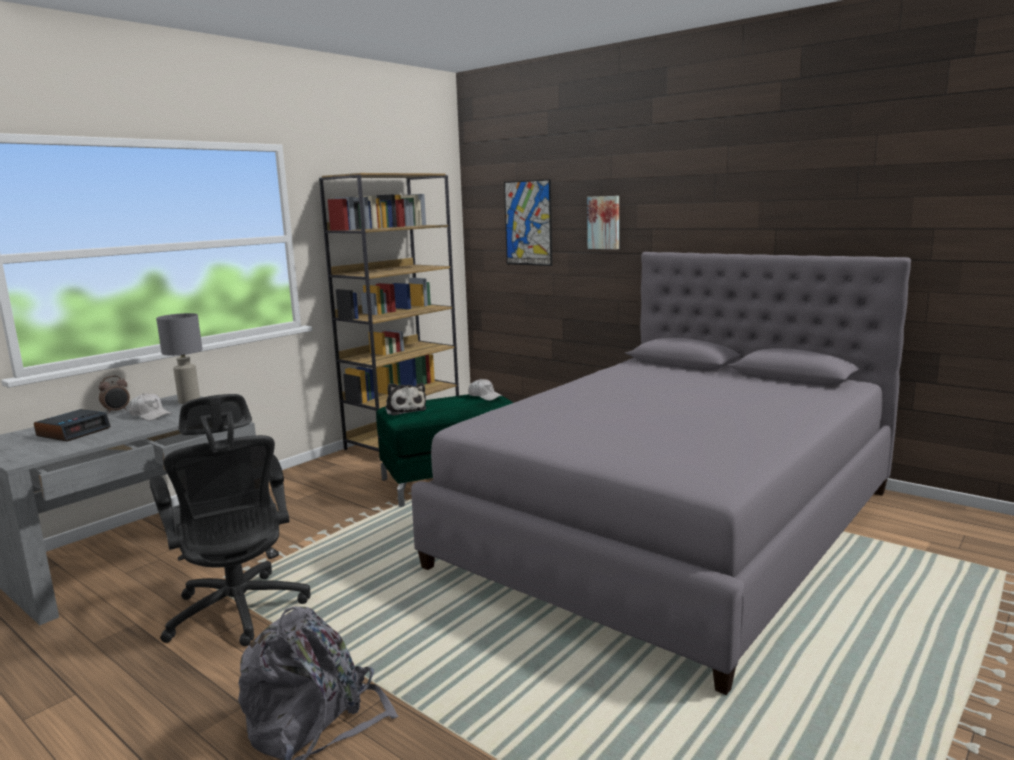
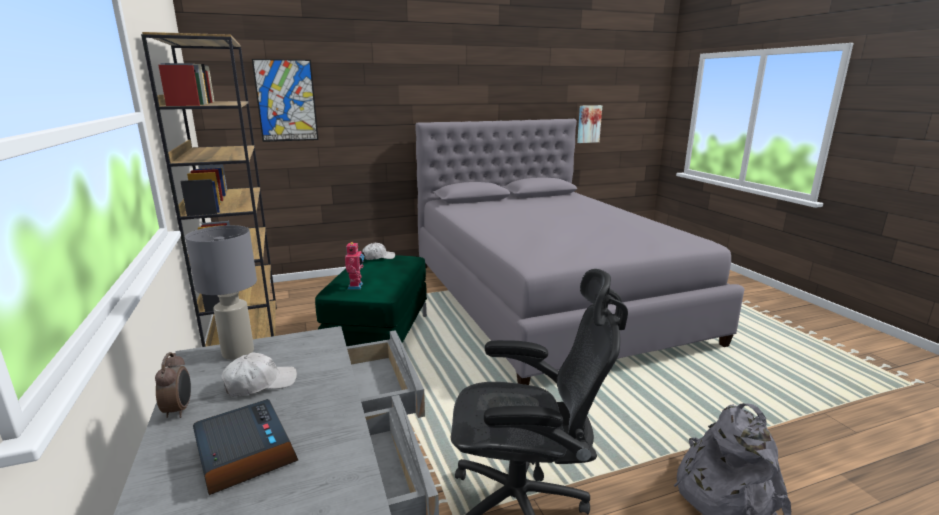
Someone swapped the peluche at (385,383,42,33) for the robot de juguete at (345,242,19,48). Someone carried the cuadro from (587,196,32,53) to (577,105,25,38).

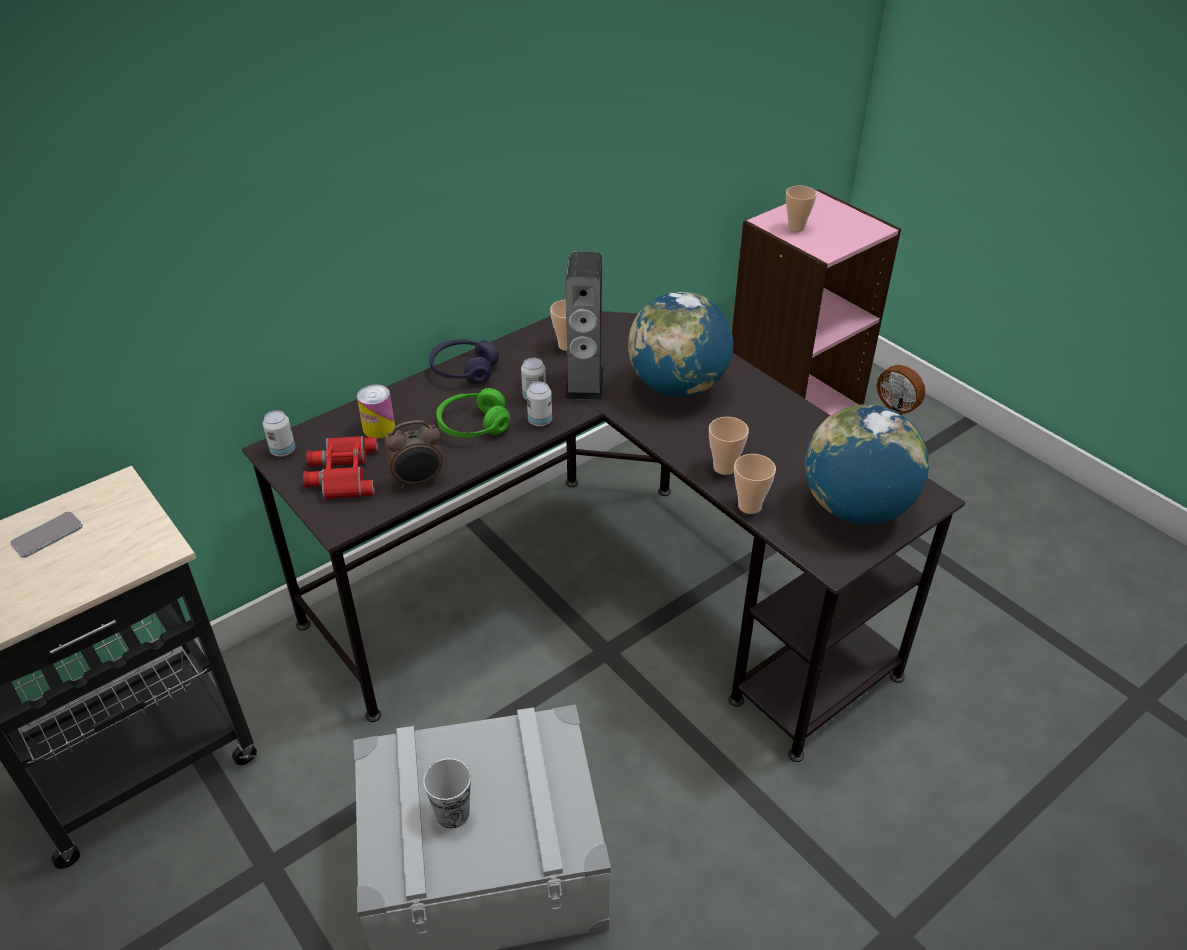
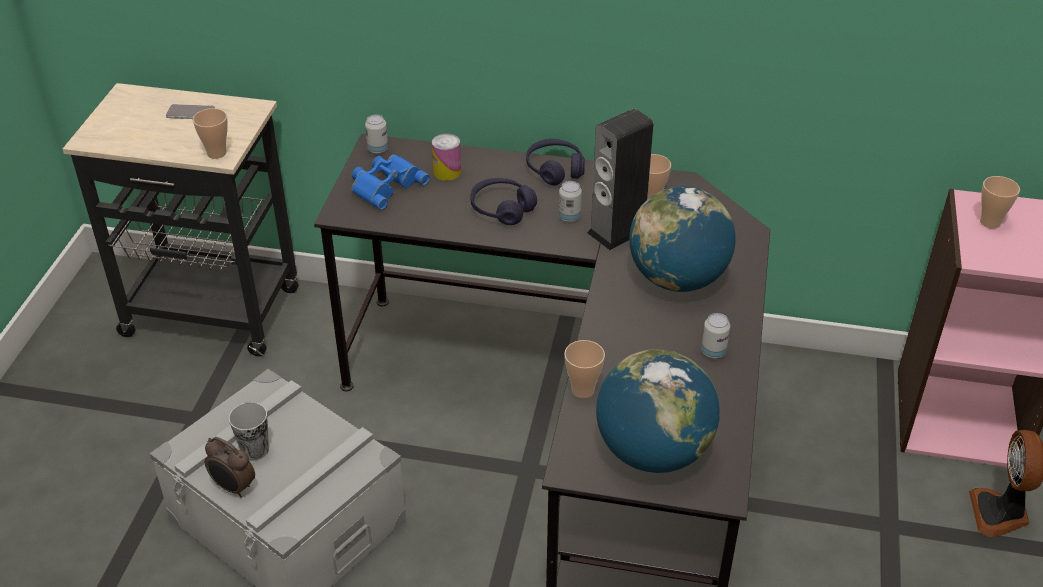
Someone carried the taza from (709,417,40,58) to (193,108,35,51). Someone carried the despertador from (385,420,58,69) to (205,437,50,61). Someone repainted the prismáticos/rojo at (303,436,75,63), which became the prismáticos/azul at (351,154,79,56). Someone repainted the auriculares/verde at (436,388,74,50), which became the auriculares/morado at (470,178,67,47). Someone carried the lata from (527,381,25,46) to (701,313,29,45).

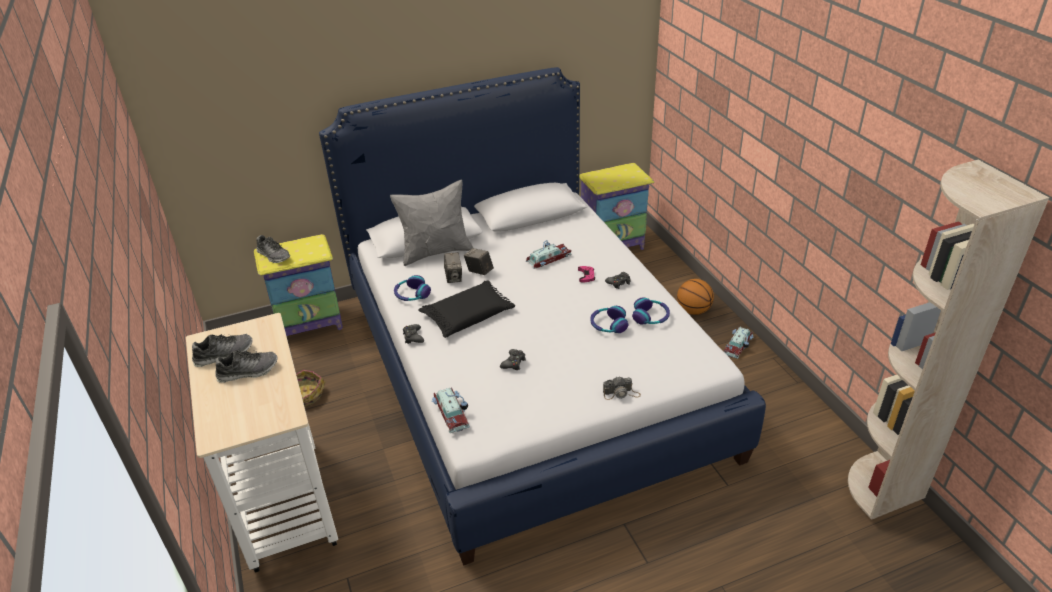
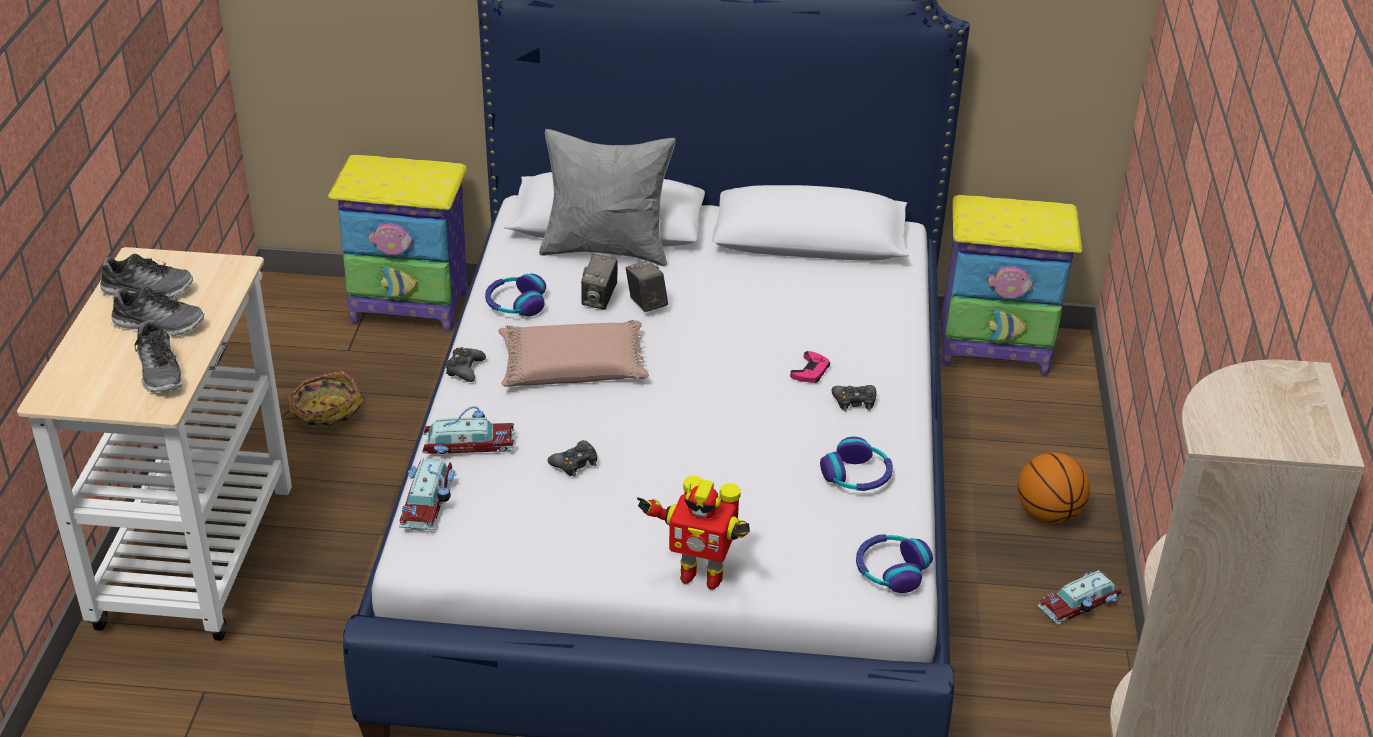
Someone carried the zapato from (256,235,34,28) to (135,320,48,73). Someone carried the coche de juguete from (526,240,46,29) to (422,406,94,48). Someone repainted the cojín/negro at (418,280,97,58), which became the cojín/beis at (498,320,151,67). Someone swapped the cámara at (603,377,38,23) for the robot de juguete at (637,476,113,113). Someone carried the auriculares from (590,306,39,27) to (856,534,77,59).

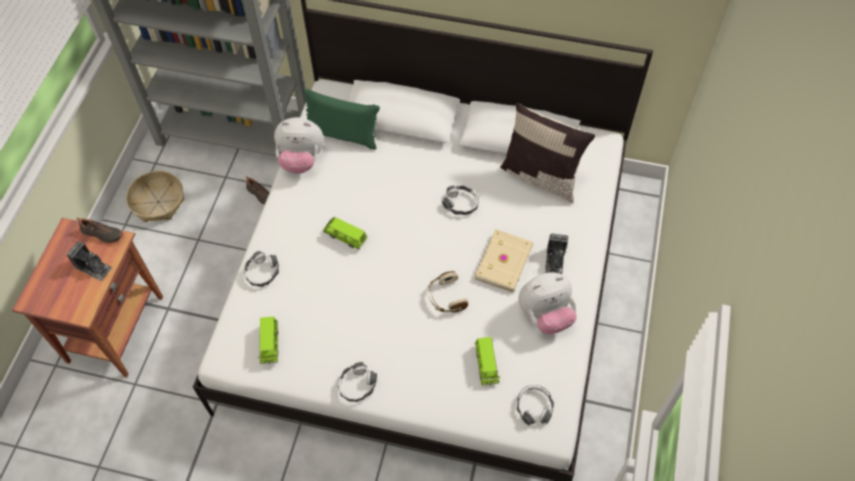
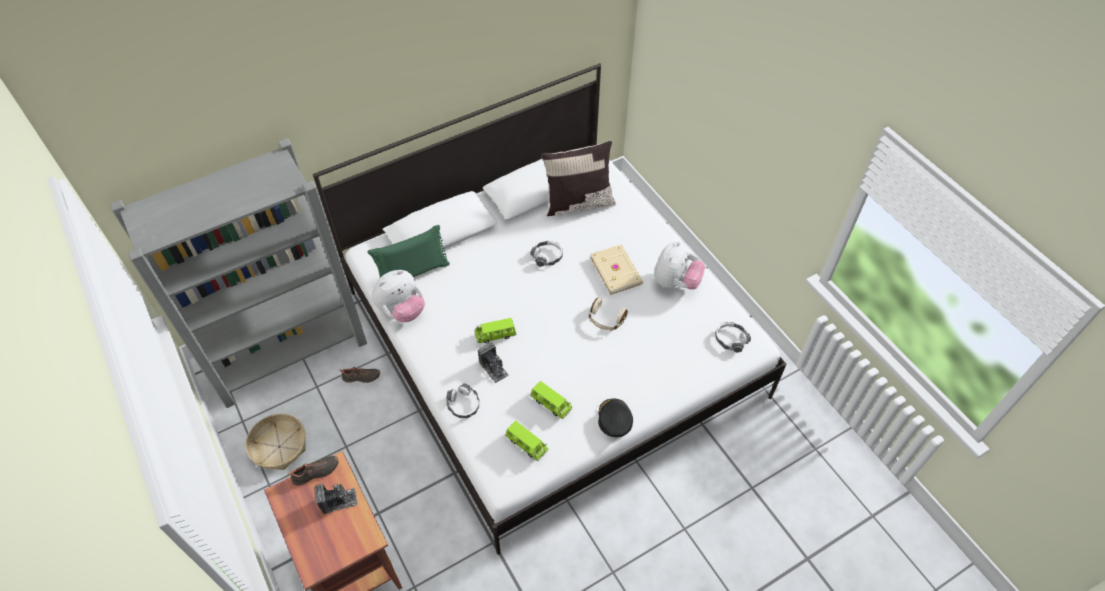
Someone carried the cámara from (545,233,23,41) to (478,342,31,41). Someone carried the coche de juguete/verde from (475,337,25,48) to (530,381,43,38). Someone swapped the auriculares at (338,362,39,40) for the gorra/negro at (598,398,35,39).

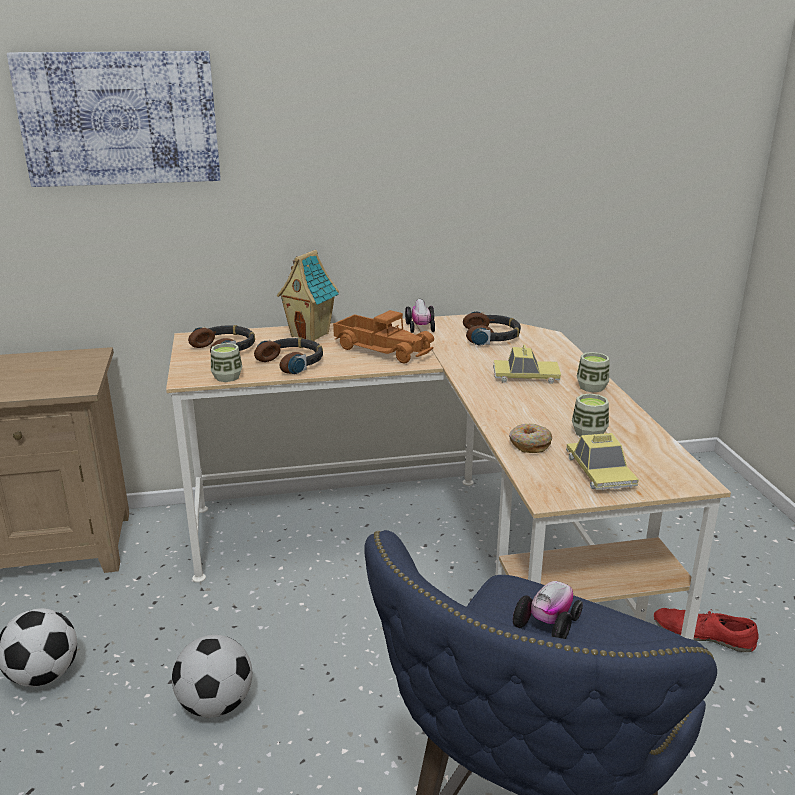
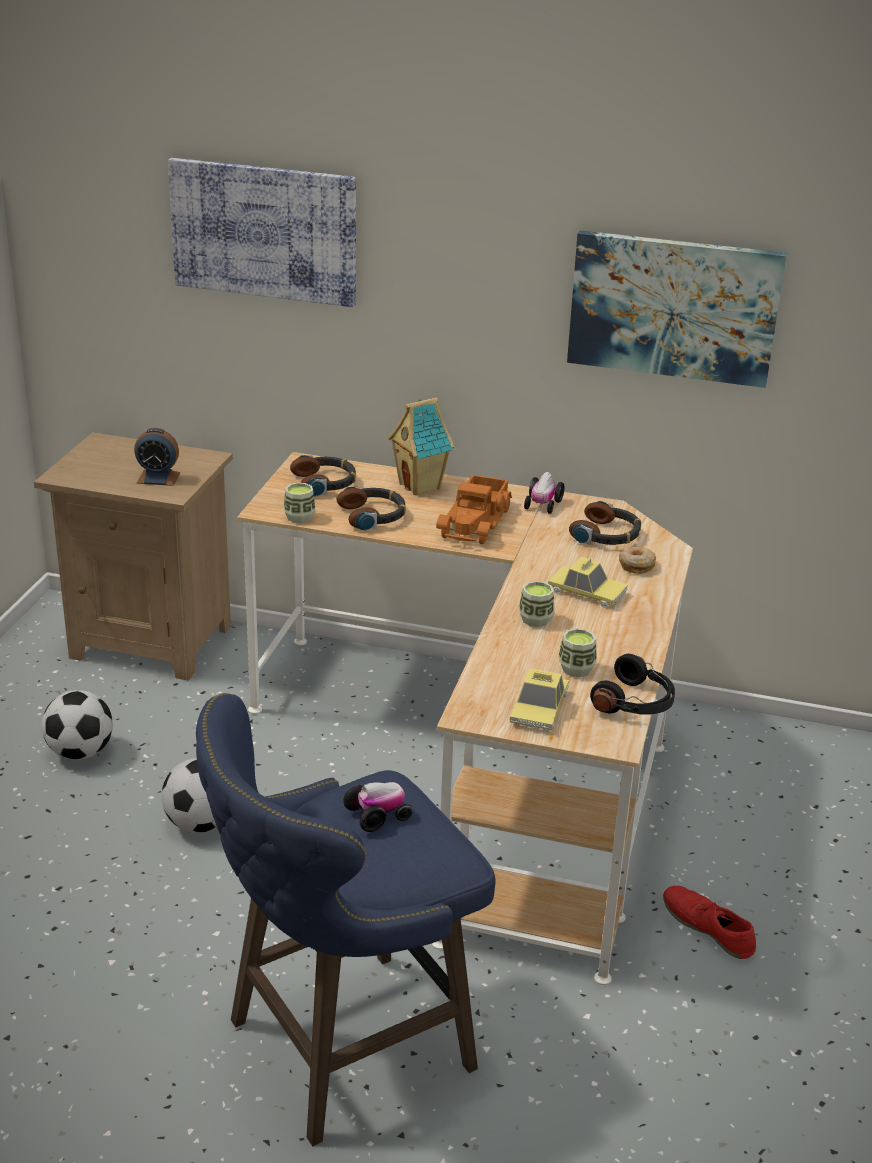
Someone put down the despertador at (134,428,46,58). Someone rotated the camión de juguete at (333,310,101,54) by 45 degrees clockwise. Someone carried the taza from (577,352,32,41) to (519,581,35,46). Someone put up the cuadro at (567,230,220,158). Someone put down the auriculares/negro at (590,654,85,61). Someone carried the rosquilla from (509,424,43,29) to (619,547,37,27).

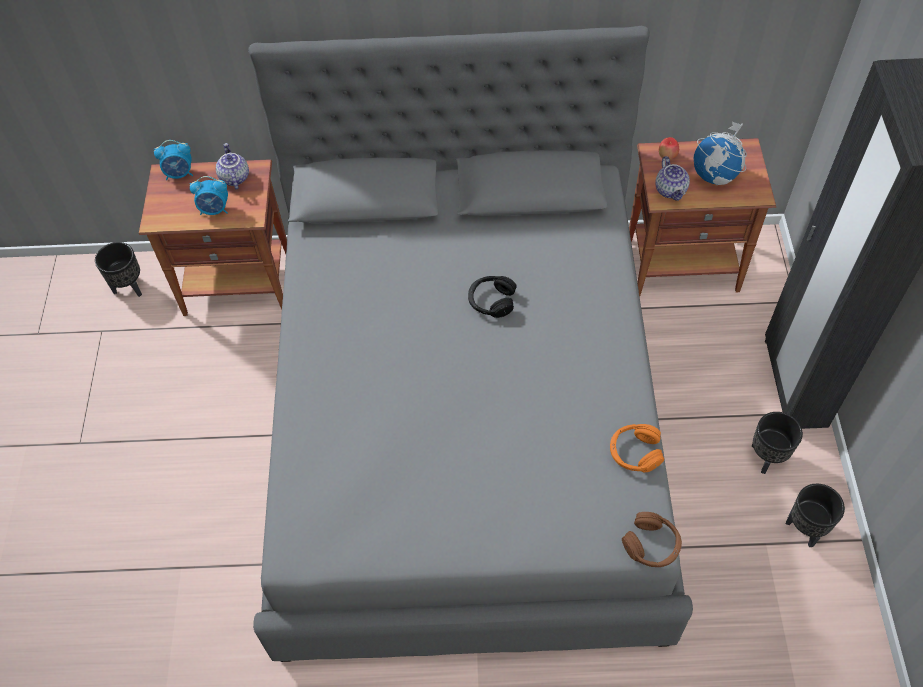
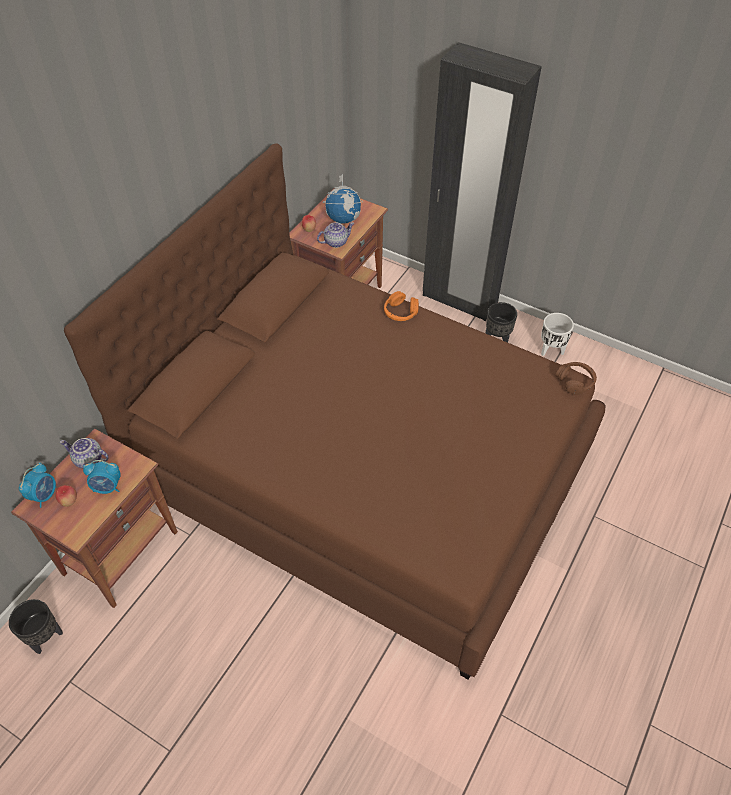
Someone put down the manzana at (56,485,21,22). Someone repainted the cama/gris at (248,26,445,636), which became the cama/marrón at (64,143,542,536). Someone rotated the despertador at (190,176,38,39) by 60 degrees clockwise. Someone rotated the tetera at (655,156,35,45) by 45 degrees counterclockwise. Someone carried the auriculares/naranja from (610,424,54,49) to (384,291,35,30). Someone repainted the maceta/negro at (786,484,59,63), which became the maceta/blanco at (541,313,33,43). Someone took away the auriculares/negro at (468,276,49,42).

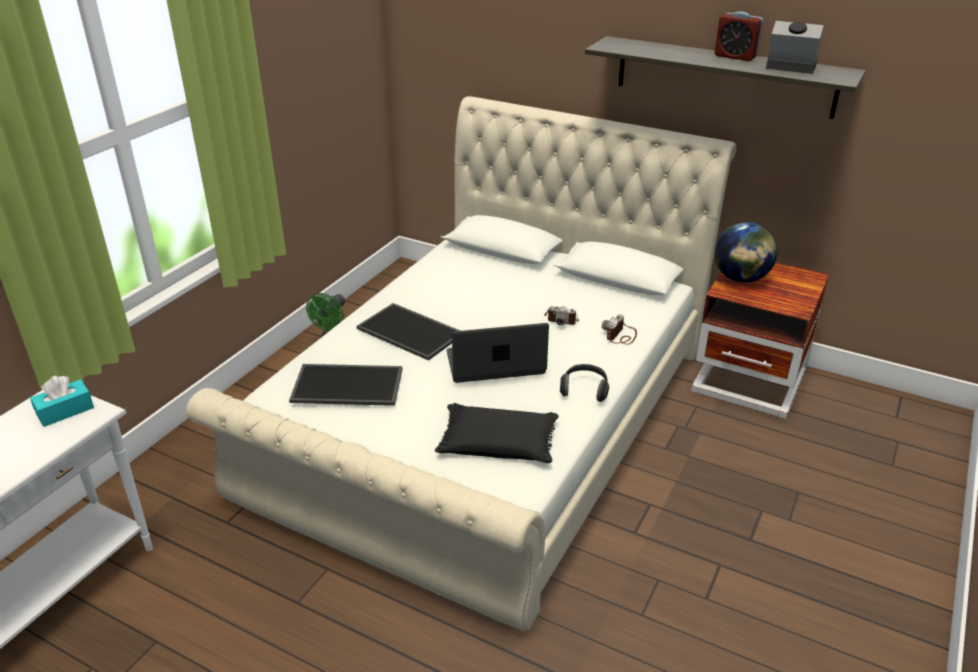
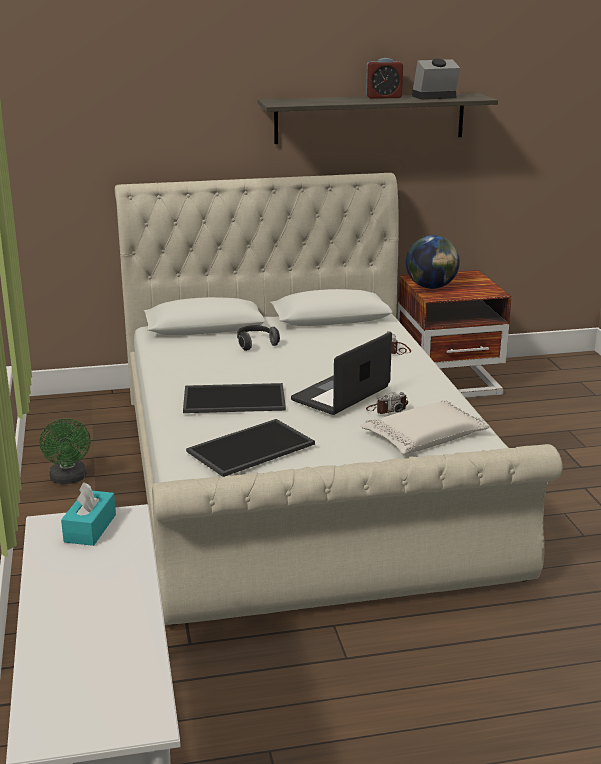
Someone carried the auriculares from (560,364,49,38) to (237,325,43,26). Someone repainted the cojín/negro at (435,403,124,60), which became the cojín/blanco at (360,400,130,54). Someone carried the cámara from (544,306,35,19) to (366,392,42,22).

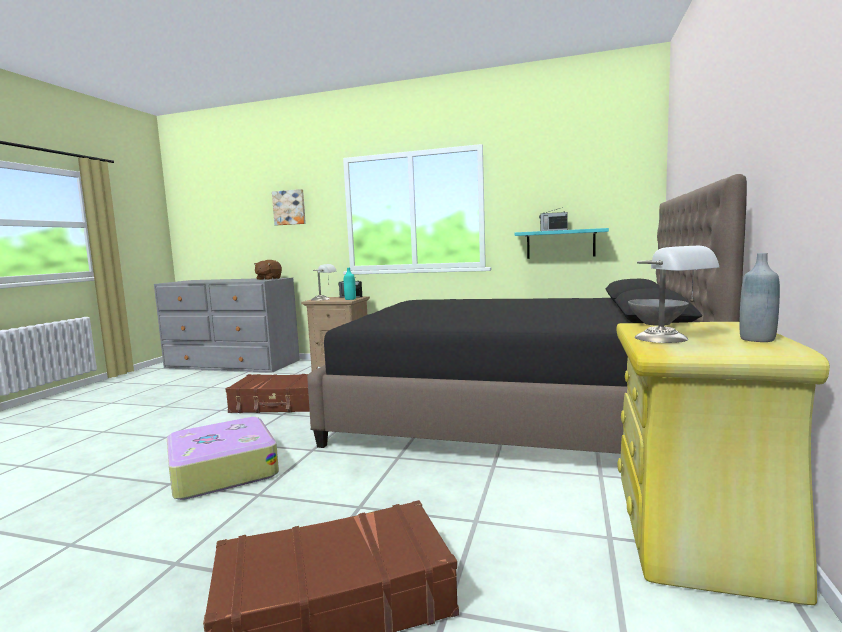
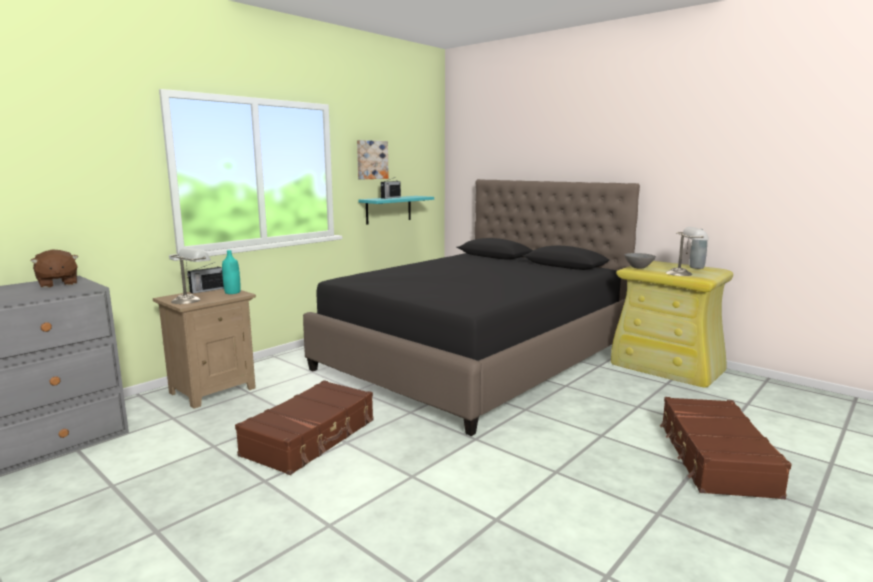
Someone carried the cuadro from (272,189,34,36) to (357,140,32,40). Someone took away the maleta at (167,417,112,83).

